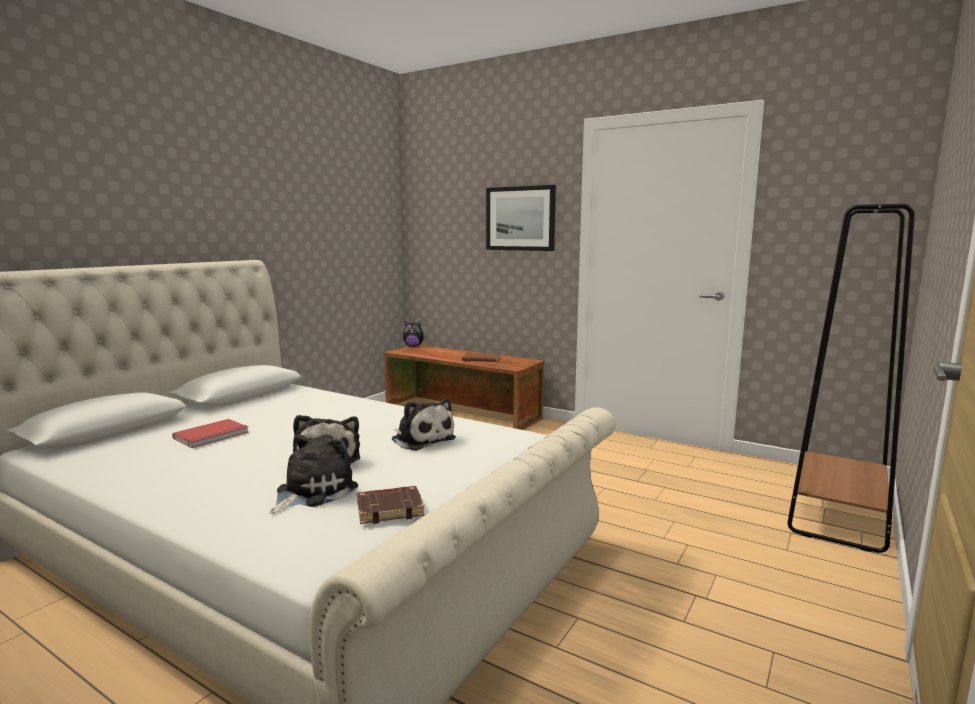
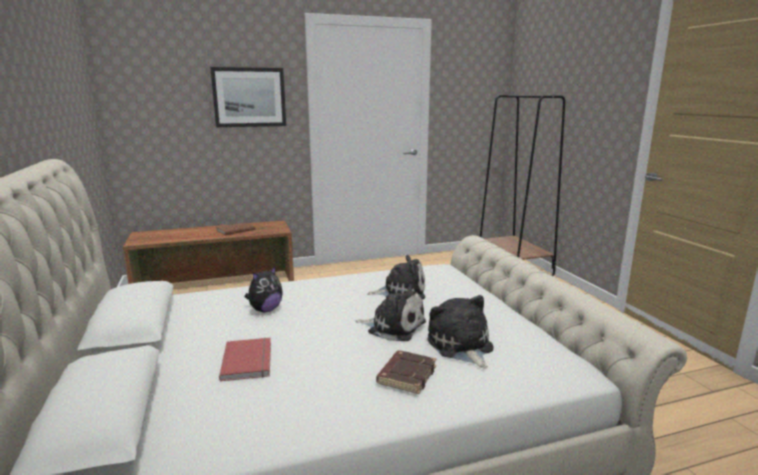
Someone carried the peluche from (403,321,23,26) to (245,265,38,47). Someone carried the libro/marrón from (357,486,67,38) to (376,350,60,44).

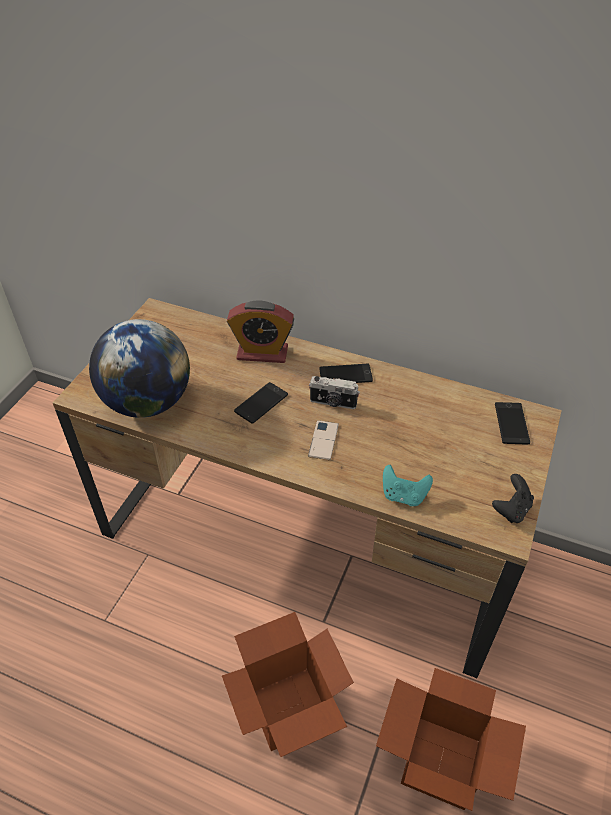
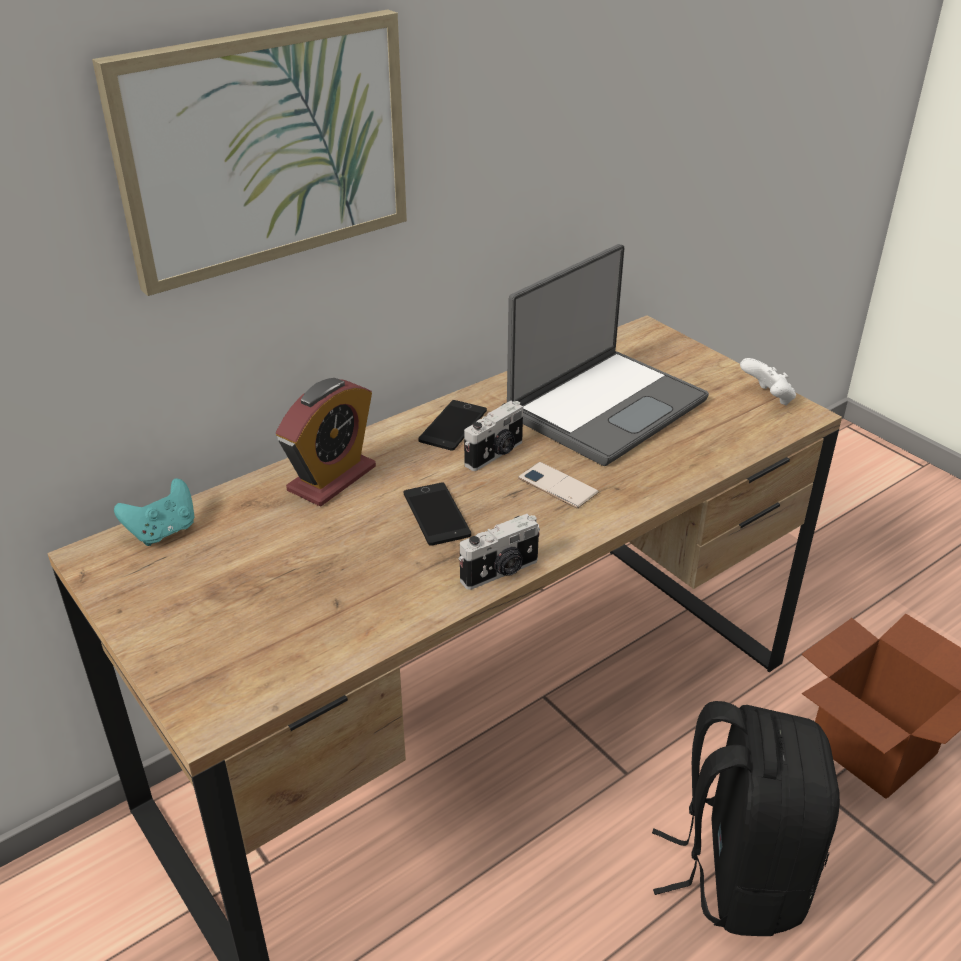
Someone put up the cuadro at (92,9,315,287). Someone carried the mando de consola/turquesa from (383,465,50,41) to (114,478,80,68). Someone put down the cámara at (459,514,81,76). Someone put down the portátil at (507,244,202,222). Someone swapped the caja de cartón at (222,612,132,145) for the mochila/negro at (652,701,188,235). Someone repainted the mando de consola/negro at (492,474,42,49), which became the mando de consola/blanco at (740,358,56,48). Someone took away the globo terráqueo at (89,319,101,99). Someone took away the móvil at (495,402,35,43).

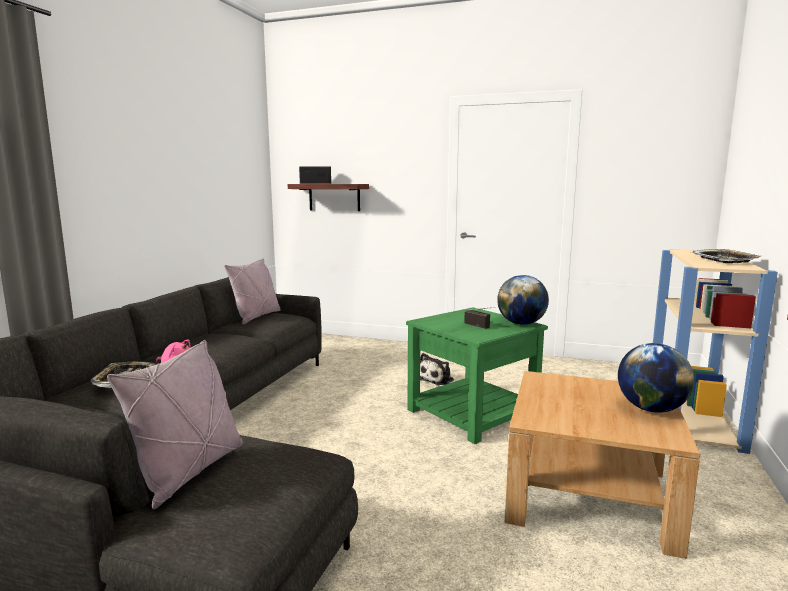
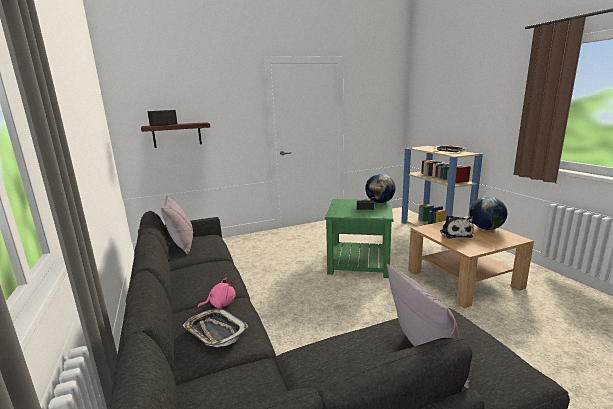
Someone carried the peluche from (420,353,34,32) to (440,215,34,24).

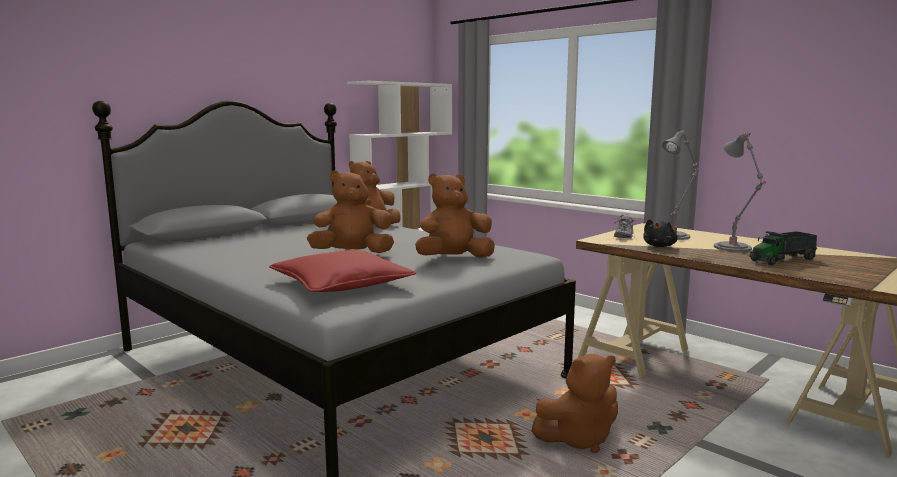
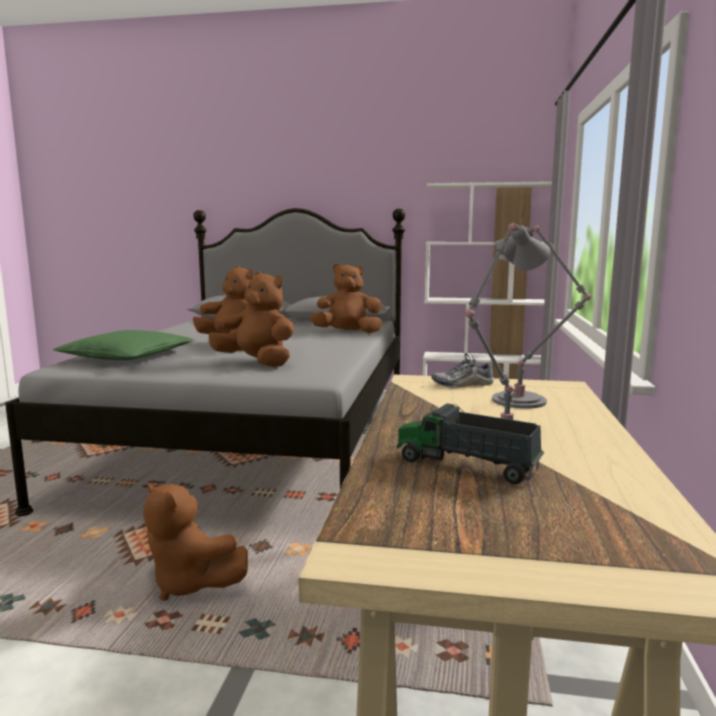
Someone repainted the cojín/rojo at (269,250,147,42), which became the cojín/verde at (53,330,141,30). Someone took away the peluche/negro at (643,219,35,28).

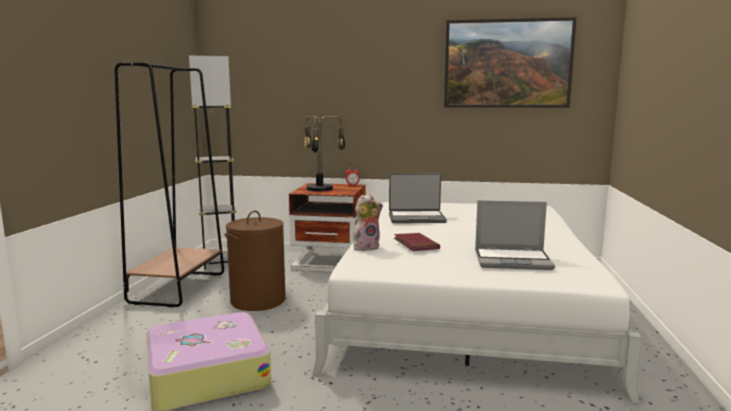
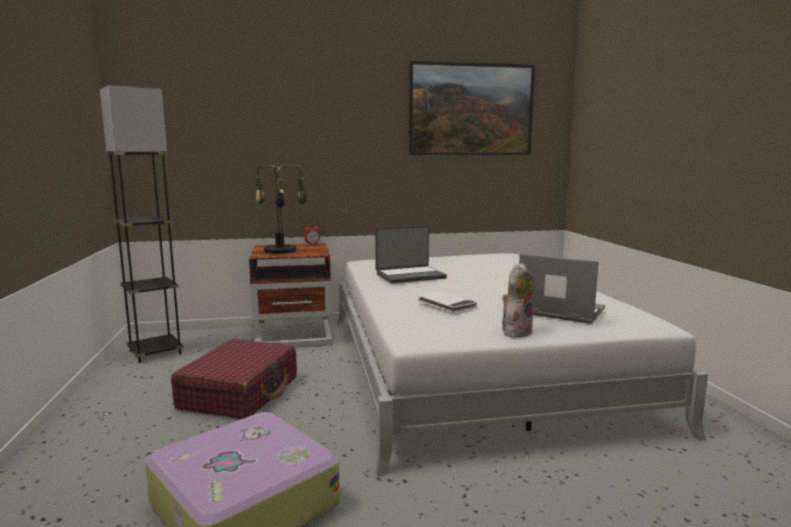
Someone swapped the cesto de la ropa/marrón at (224,211,62,100) for the maleta/rojo at (171,339,126,80). Someone repainted the libro/rojo at (394,233,46,18), which became the libro/blanco at (417,291,60,22). Someone carried the peluche from (353,194,30,57) to (502,263,32,75). Someone rotated the portátil at (475,200,80,70) by 135 degrees counterclockwise. Someone took away the perchero at (114,62,110,245).

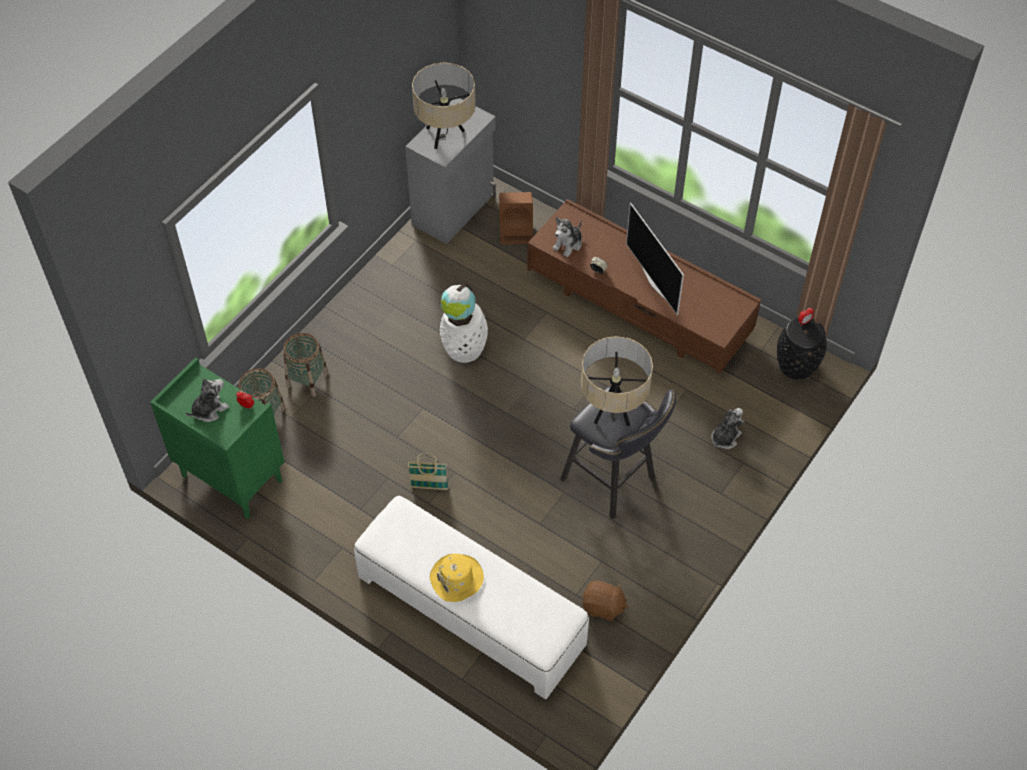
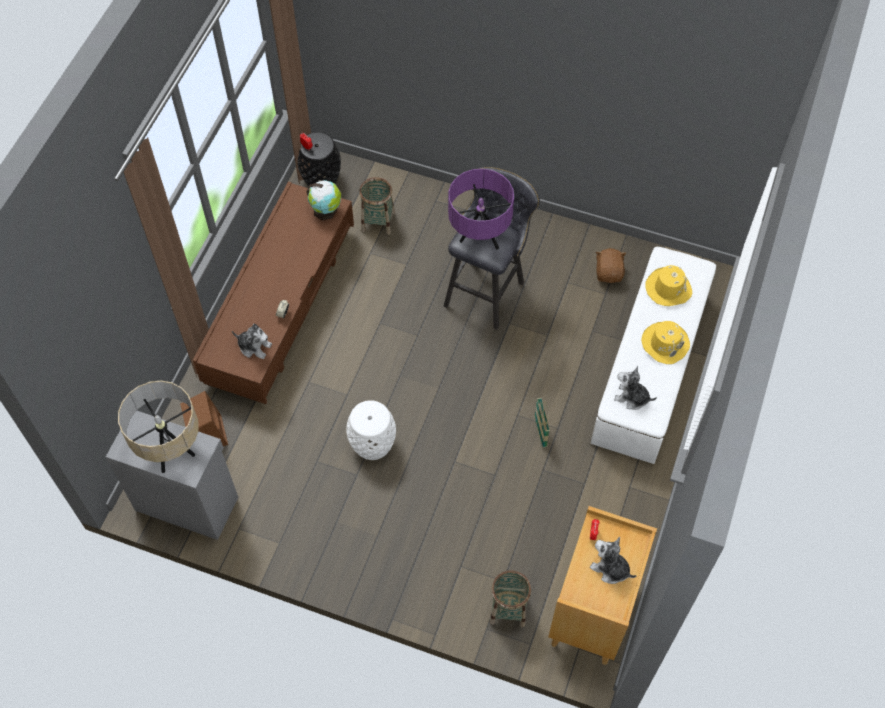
Someone carried the globo terráqueo from (441,284,35,42) to (306,180,35,40). Someone carried the cesta from (283,333,45,64) to (359,177,36,58). Someone repainted the lámpara de mesa/beis at (581,336,72,90), which became the lámpara de mesa/morado at (448,169,66,81). Someone repainted the armario/verde at (150,357,134,162), which became the armario/marrón at (548,506,109,159). Someone carried the peluche from (711,408,33,41) to (614,366,43,44). Someone put down the sombrero/amarillo at (646,265,46,41). Someone took away the televisor at (626,202,58,113).

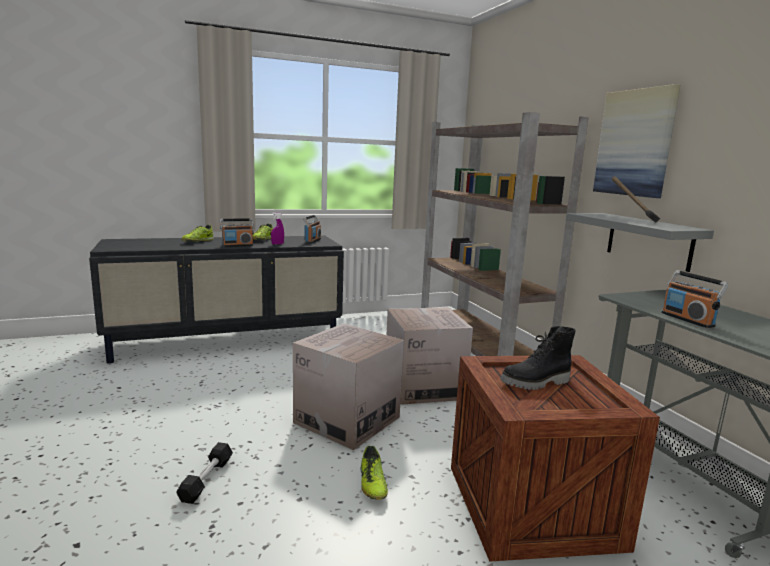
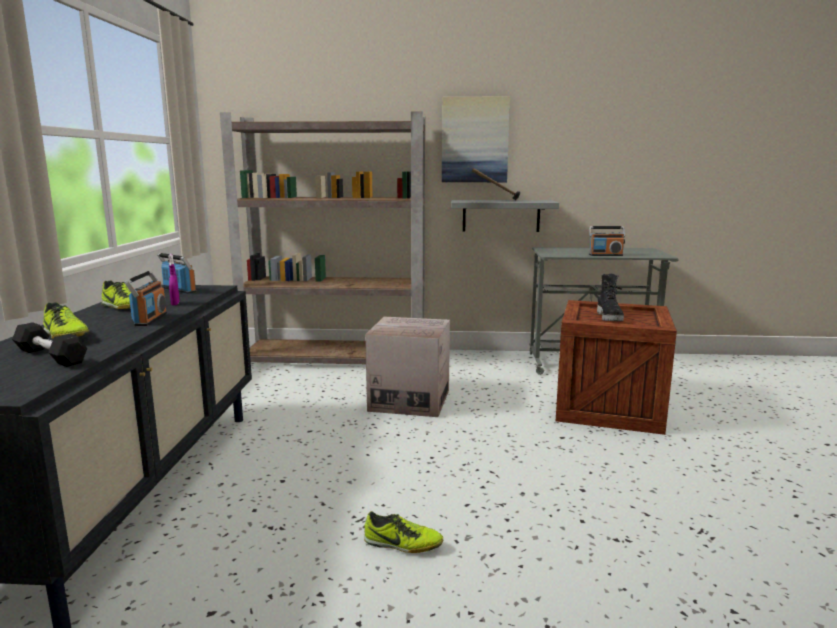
Someone carried the mancuerna/negro from (176,442,57,62) to (12,322,75,45). Someone carried the zapato from (361,446,27,54) to (364,511,79,42). Someone took away the caja de cartón at (293,323,111,127).

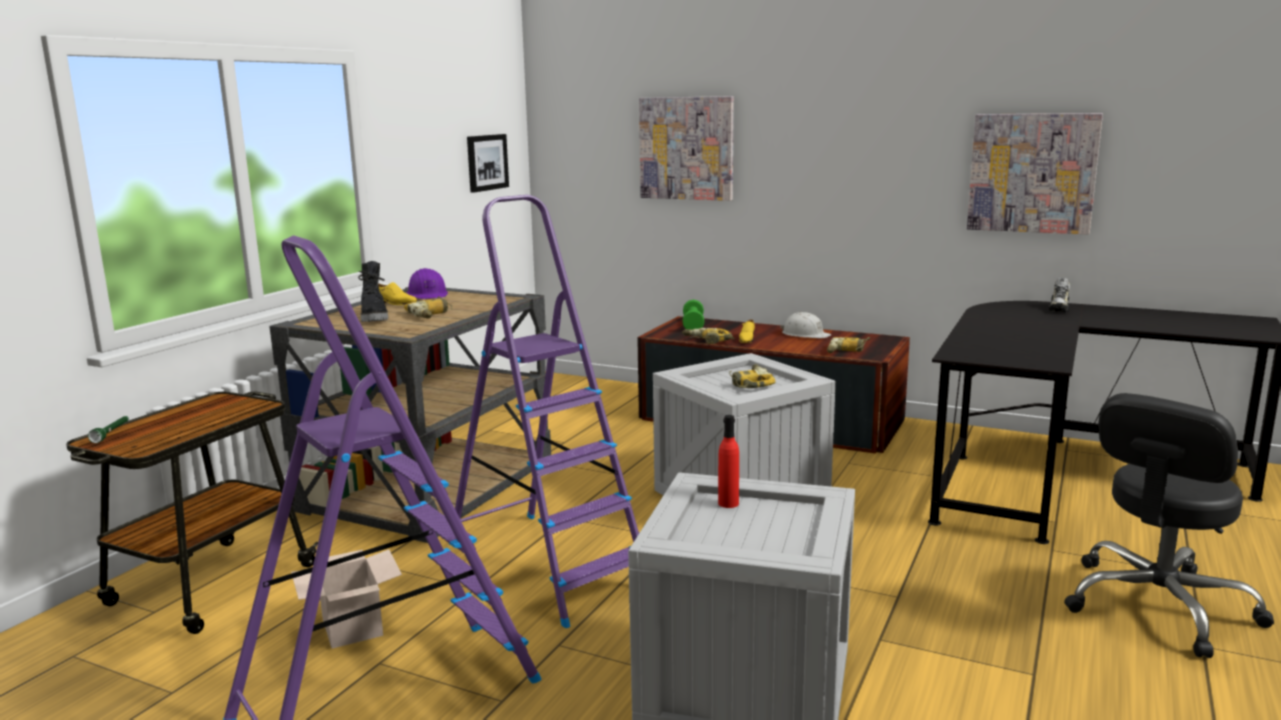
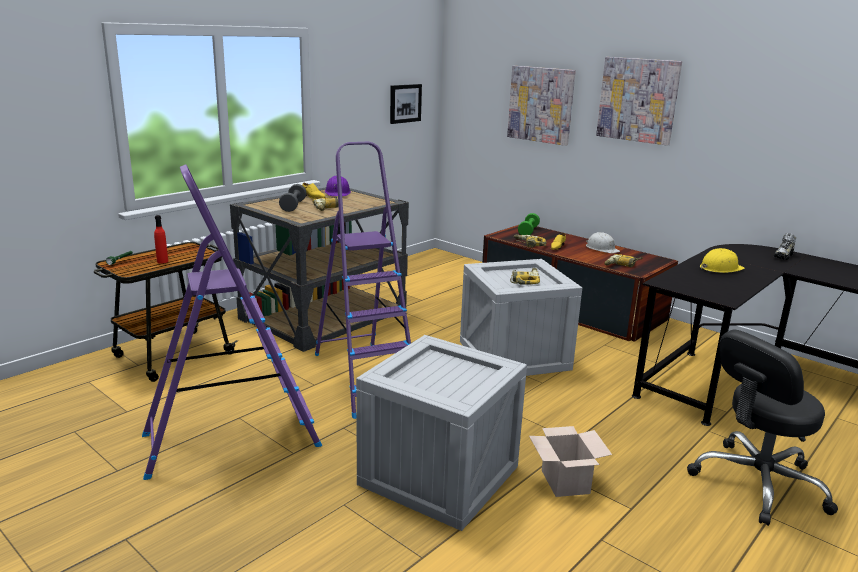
Someone carried the botella/rojo from (718,415,21,93) to (154,215,14,48). Someone swapped the bota/negro at (358,261,30,61) for the mancuerna/gris at (279,184,28,28). Someone carried the caja de cartón from (291,550,111,99) to (529,426,83,71). Someone carried the cuadro from (967,113,136,122) to (596,57,86,89). Someone put down the casco/amarillo at (700,248,45,25).

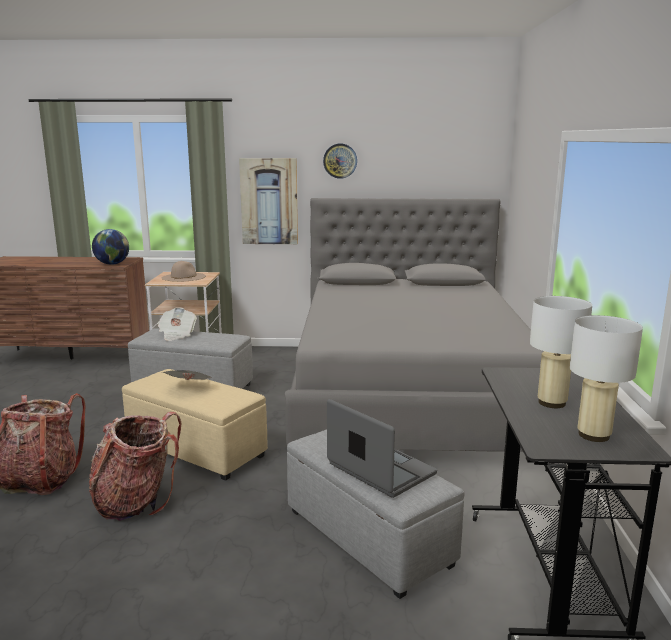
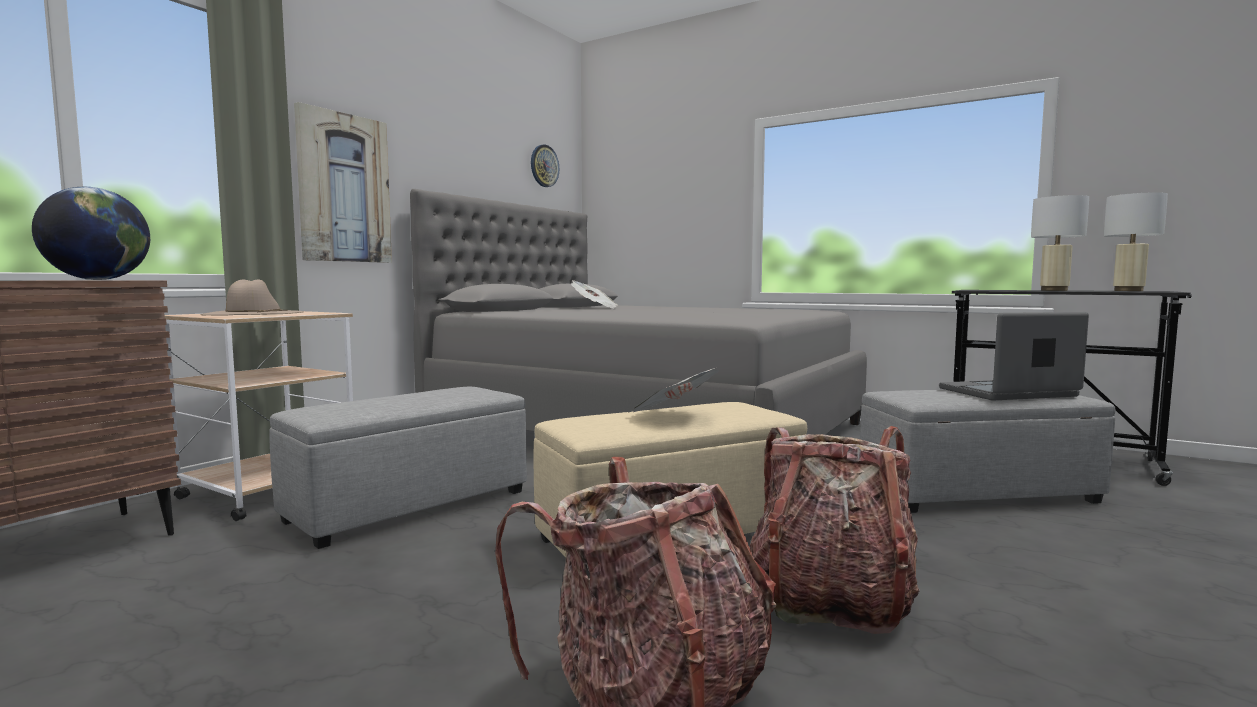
Someone carried the reloj de pared from (323,144,34,35) to (531,145,28,42). Someone carried the periódico from (157,307,40,34) to (571,280,47,29).

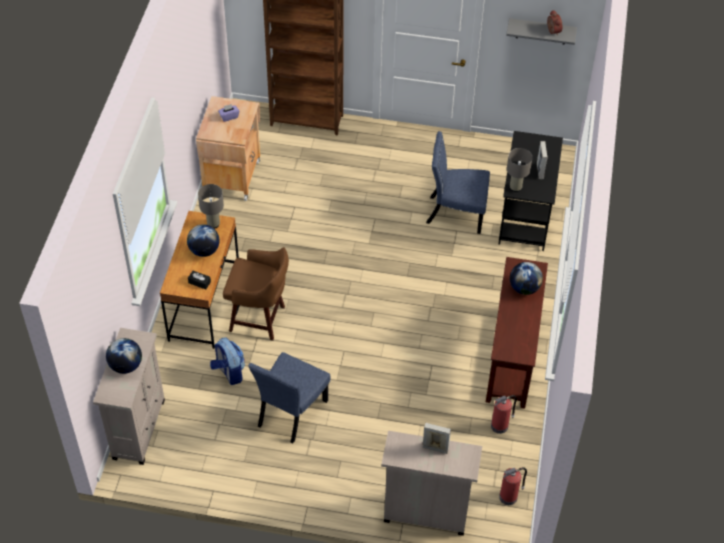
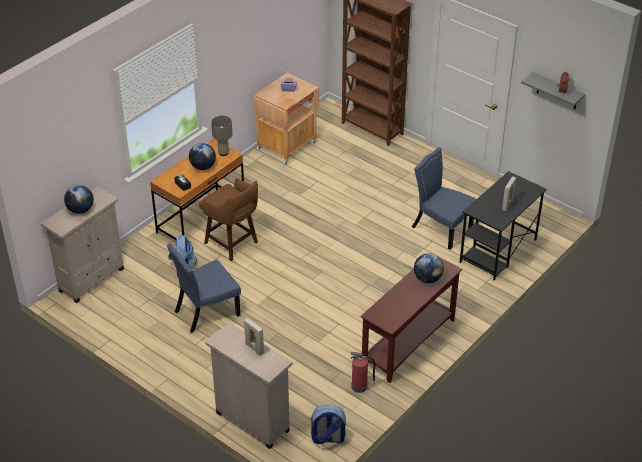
Someone swapped the extintor at (499,467,28,38) for the mochila at (310,405,36,39). Someone took away the lámpara de mesa/gris at (507,148,25,44).

